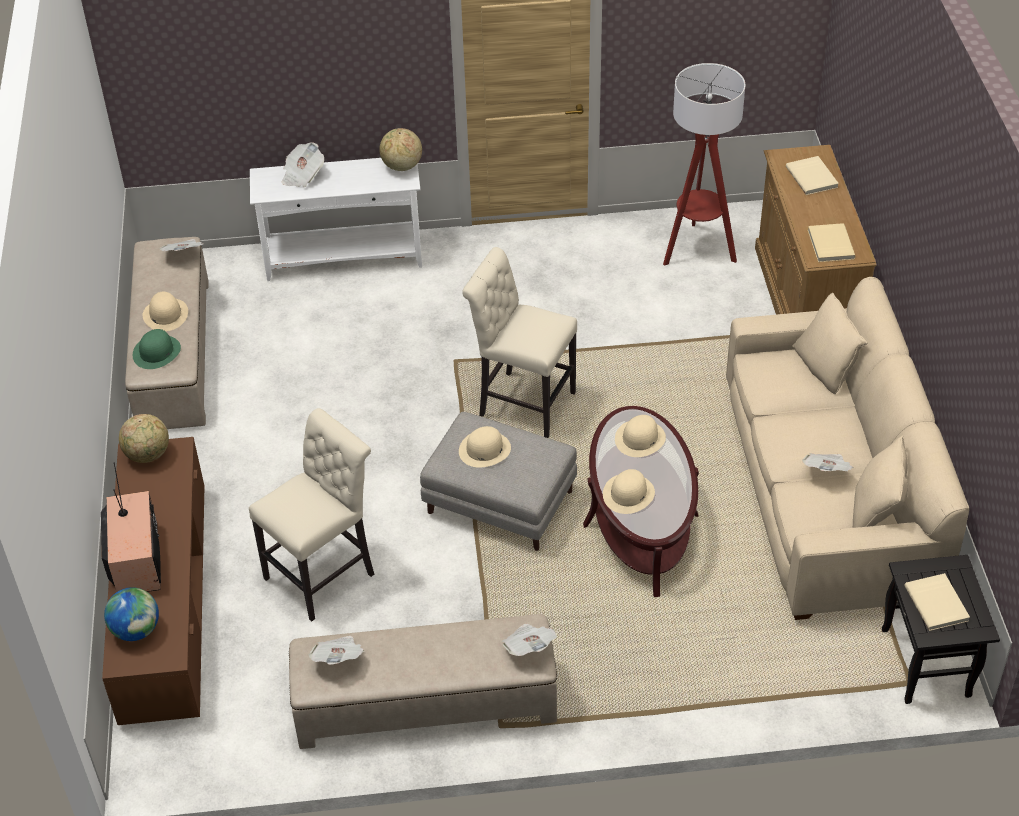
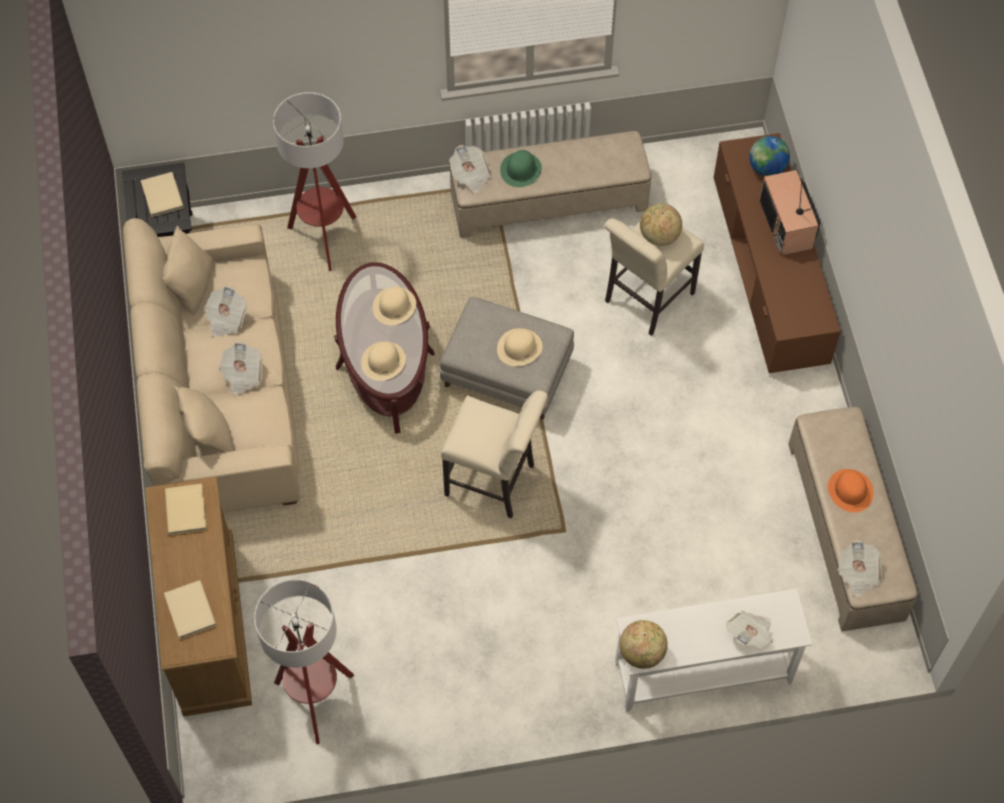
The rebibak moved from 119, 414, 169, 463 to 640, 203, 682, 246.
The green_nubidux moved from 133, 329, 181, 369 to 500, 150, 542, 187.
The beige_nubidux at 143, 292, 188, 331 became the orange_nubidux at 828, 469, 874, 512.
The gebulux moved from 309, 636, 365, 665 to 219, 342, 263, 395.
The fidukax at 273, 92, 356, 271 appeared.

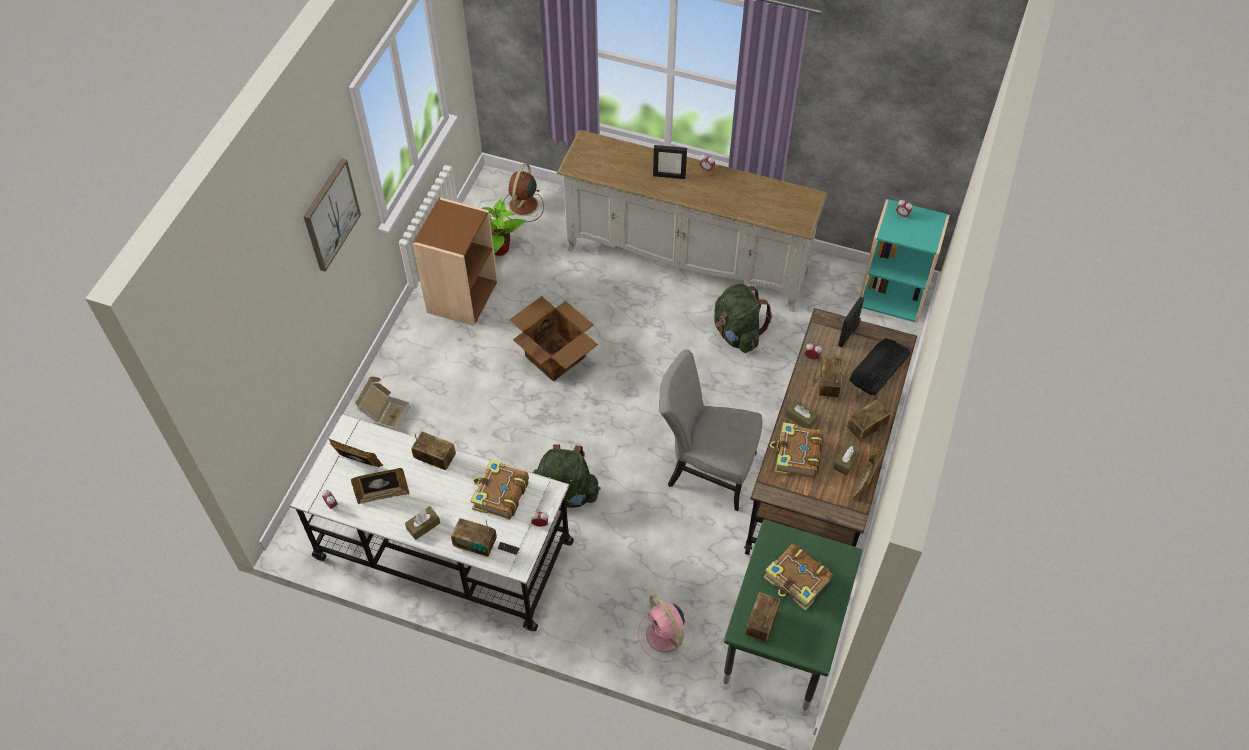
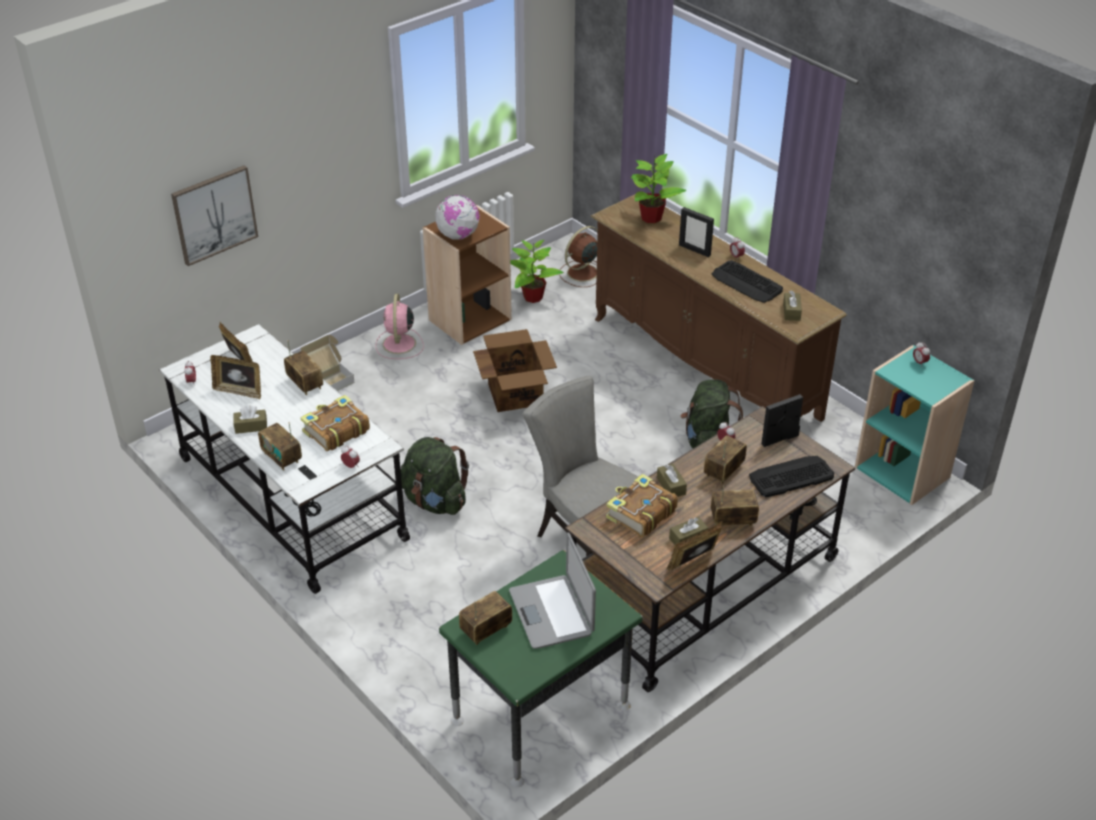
The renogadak moved from 303, 159, 361, 272 to 171, 165, 258, 266.
The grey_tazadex at 557, 130, 827, 312 became the brown_tazadex at 590, 195, 847, 422.
The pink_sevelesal moved from 638, 594, 695, 662 to 375, 294, 424, 359.
The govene at 764, 543, 833, 611 was replaced by the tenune at 509, 533, 596, 649.
The rebibak at 435, 195, 480, 240 appeared.
The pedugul at 631, 154, 687, 223 appeared.
The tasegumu at 712, 260, 783, 303 appeared.
The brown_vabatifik at 783, 291, 802, 321 appeared.

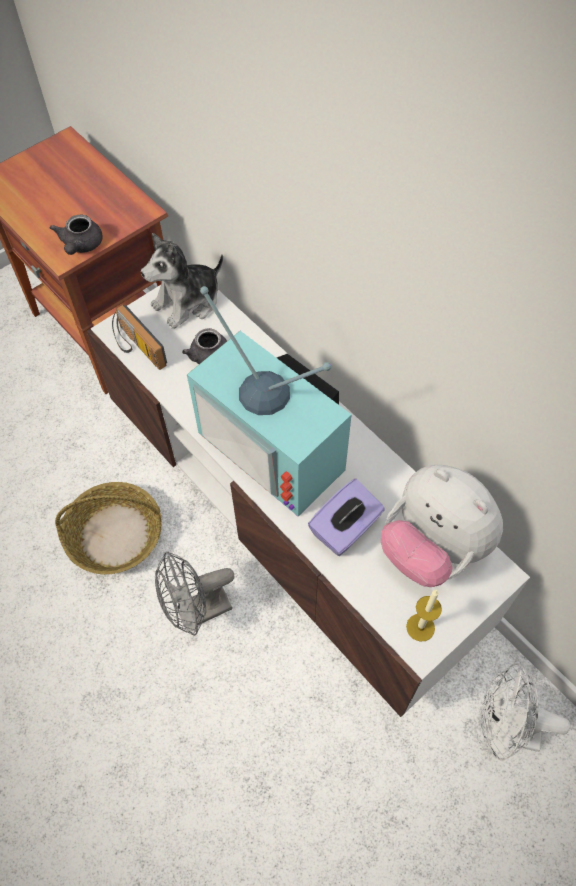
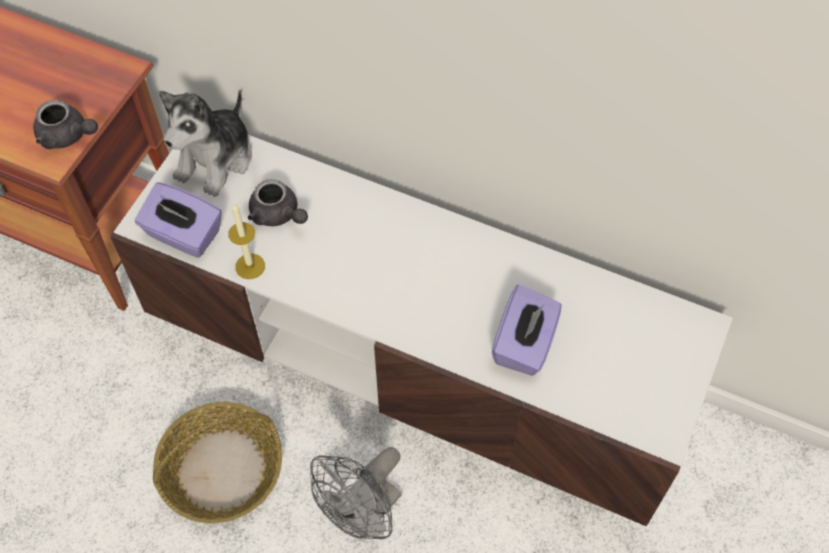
The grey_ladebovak at 50, 215, 103, 255 turned 45 degrees counterclockwise.
The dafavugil at 112, 305, 167, 370 was replaced by the purple_vabatifik at 135, 182, 222, 258.
The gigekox at 187, 286, 352, 516 disappeared.
The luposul at 381, 465, 503, 587 disappeared.
The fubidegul moved from 406, 590, 442, 642 to 228, 203, 265, 279.
The white_sevelesal at 481, 663, 570, 761 disappeared.

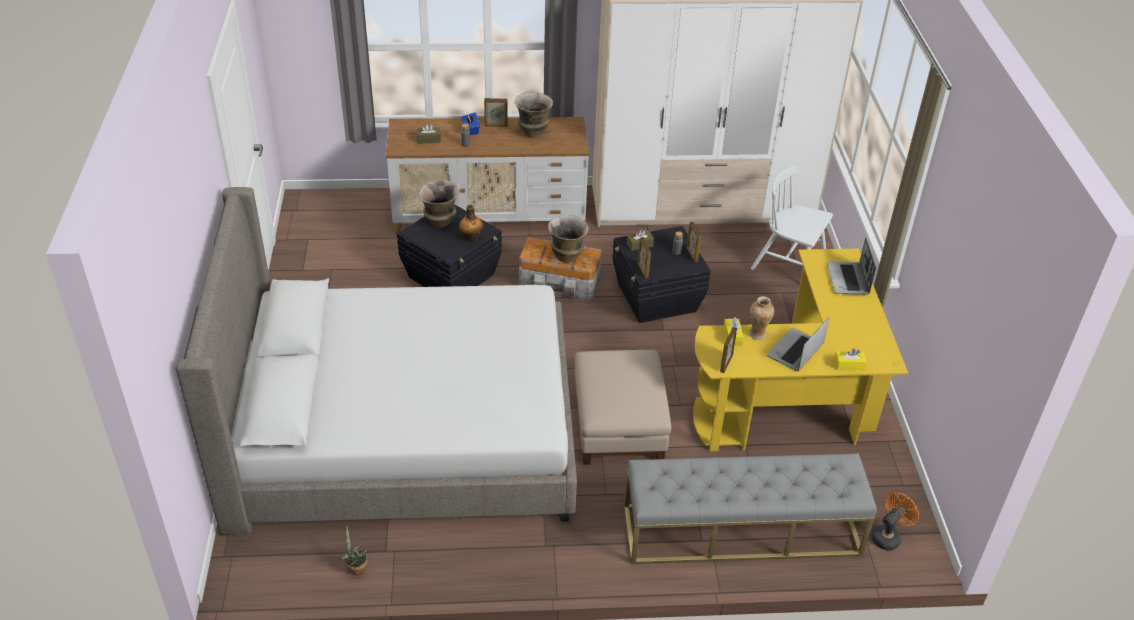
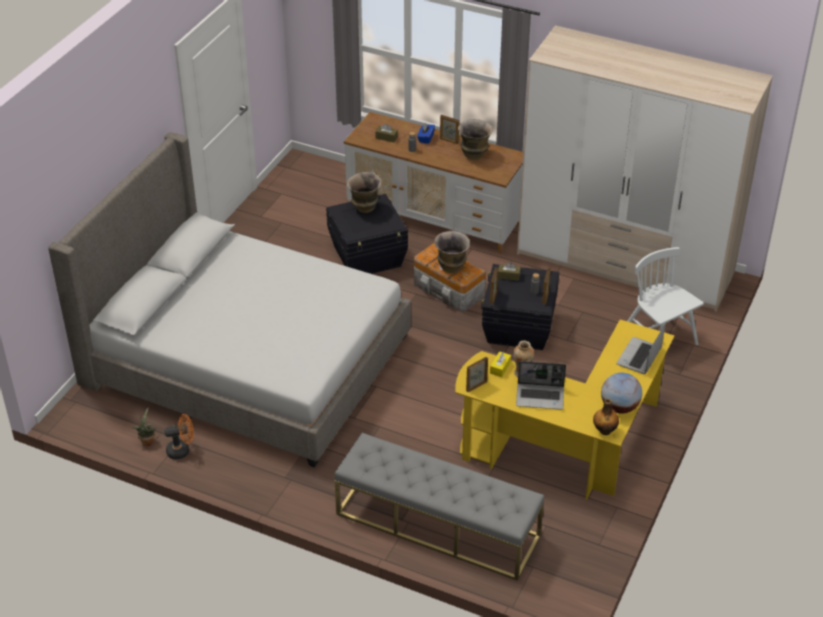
The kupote moved from 459, 205, 484, 242 to 593, 399, 619, 435.
The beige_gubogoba at 574, 350, 672, 465 disappeared.
The tenune at 767, 317, 830, 371 turned 150 degrees counterclockwise.
The yellow_vabatifik at 834, 349, 867, 371 disappeared.
The orange_sevelesal moved from 872, 492, 919, 551 to 164, 414, 194, 459.
The rebibak at 601, 373, 642, 413 appeared.

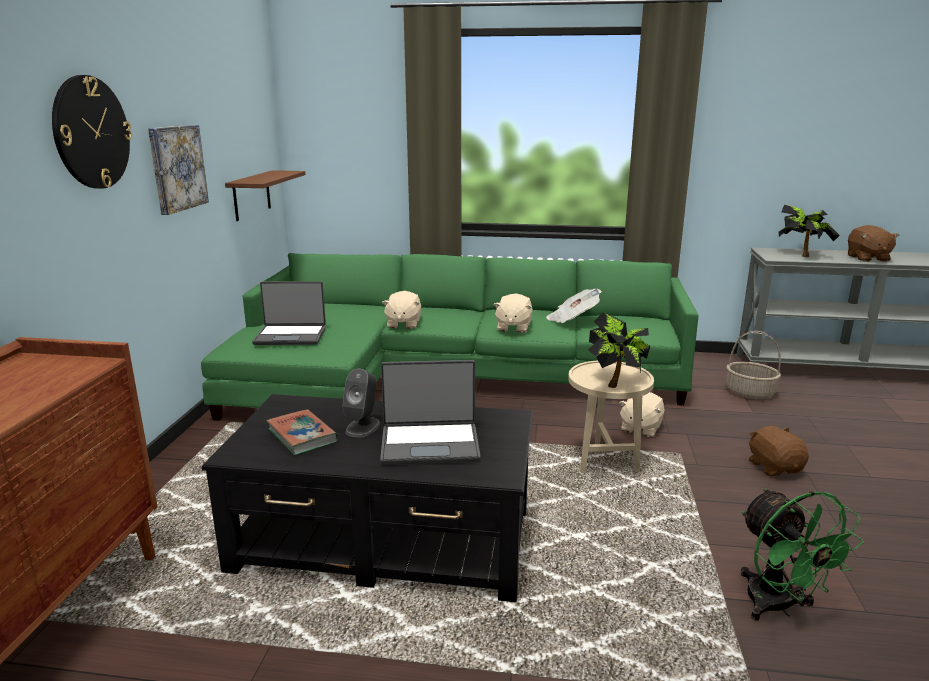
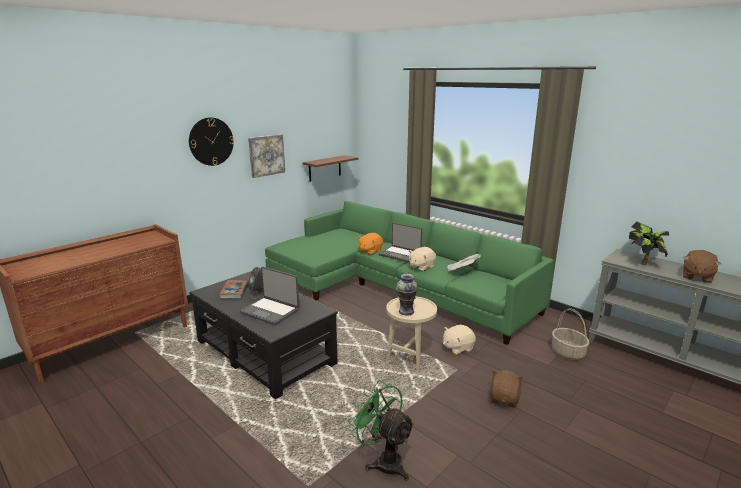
The tenune moved from 252, 281, 326, 345 to 379, 223, 422, 262.
The beige_luposul at 382, 291, 421, 329 became the orange_luposul at 358, 233, 383, 255.
The pedugul at 588, 312, 650, 388 was replaced by the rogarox at 396, 274, 418, 316.
The green_sevelesal at 741, 488, 864, 620 turned 120 degrees clockwise.

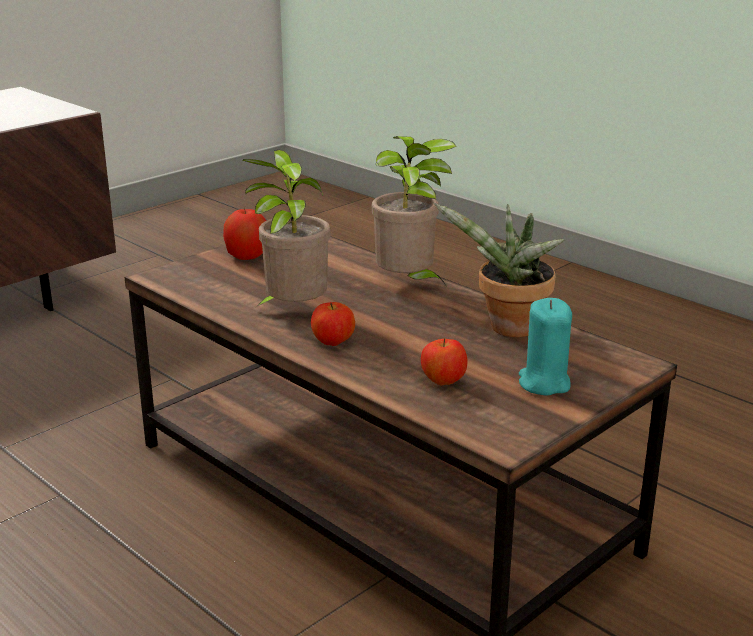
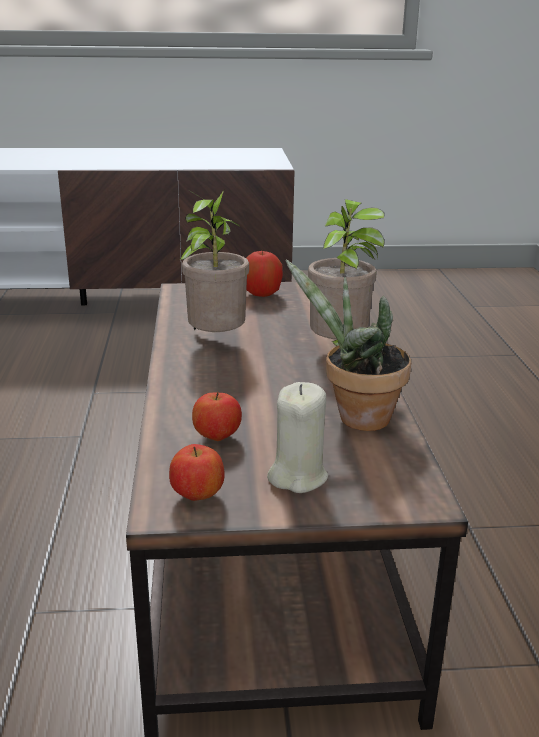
The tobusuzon moved from 311, 302, 355, 346 to 169, 444, 225, 501.
The turquoise_fubidegul at 519, 298, 572, 396 became the beige_fubidegul at 267, 382, 328, 493.

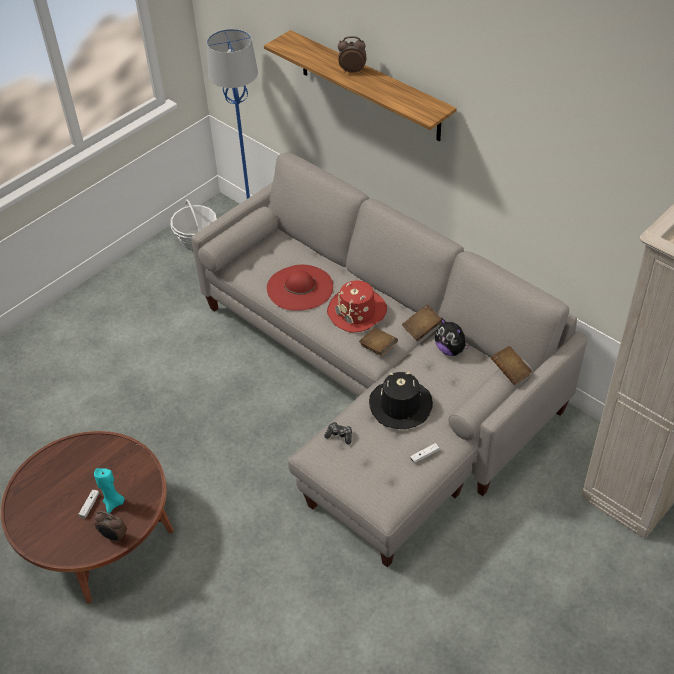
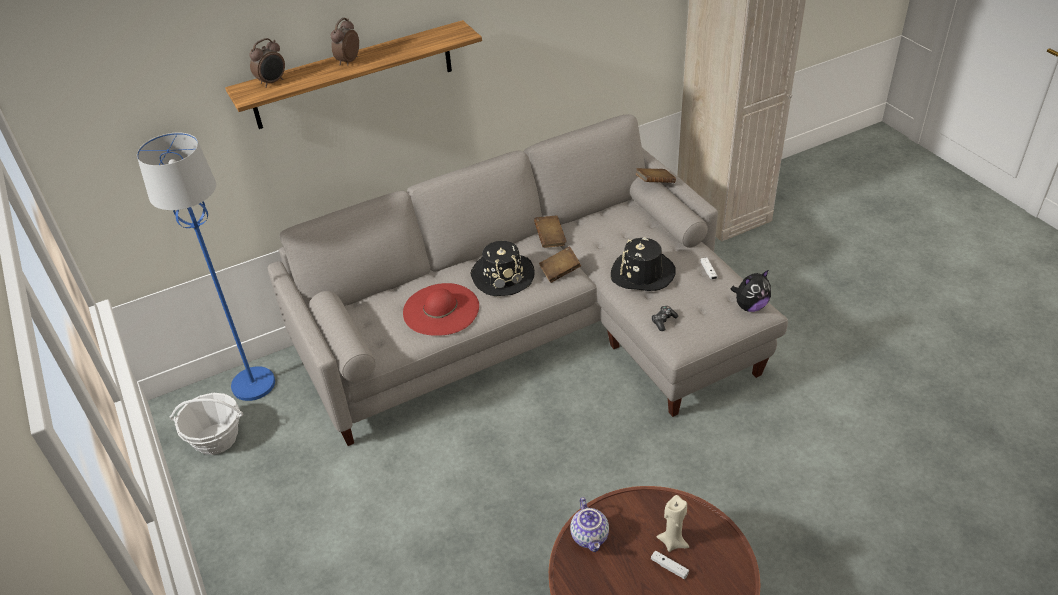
The turquoise_fubidegul at 94, 468, 124, 513 became the beige_fubidegul at 656, 495, 689, 552.
The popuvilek moved from 95, 510, 127, 543 to 249, 38, 285, 88.
The red_nubidux at 327, 280, 387, 333 became the black_nubidux at 471, 241, 535, 296.
The luposul moved from 435, 318, 471, 356 to 731, 270, 771, 312.
The ladebovak at 570, 497, 609, 552 appeared.

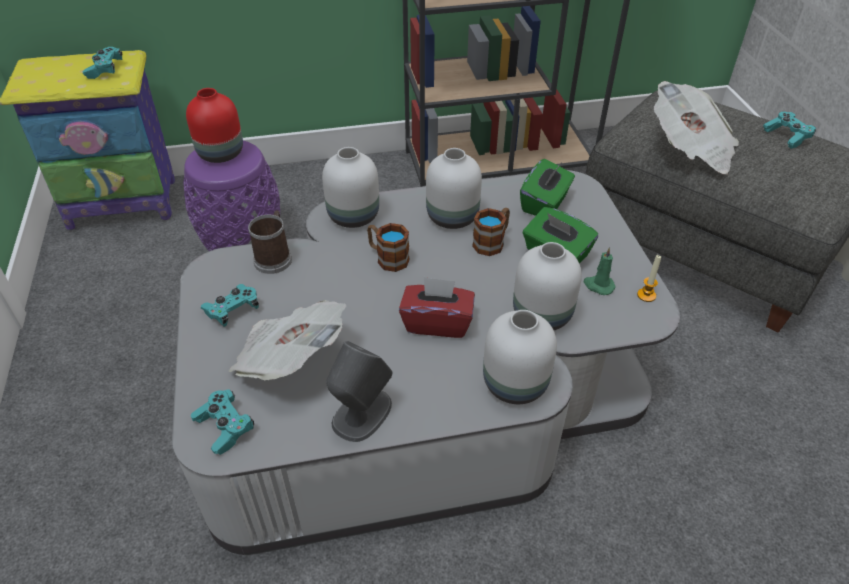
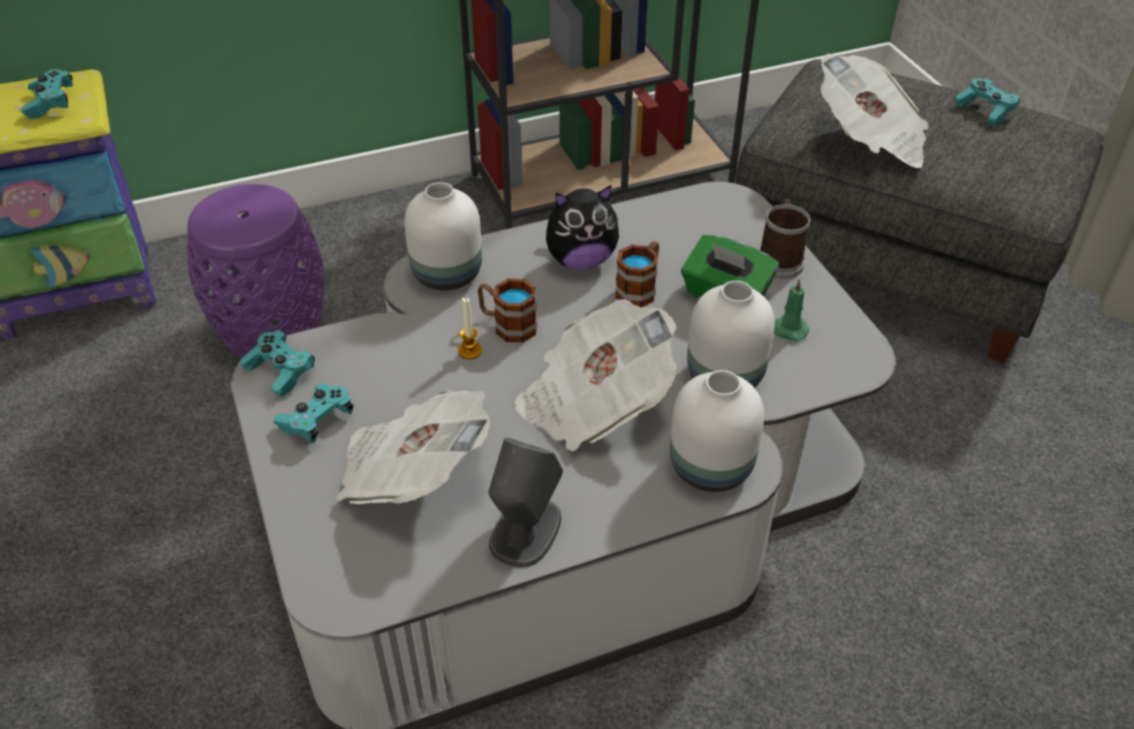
The red_rogarox at 186, 88, 243, 163 disappeared.
The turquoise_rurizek moved from 191, 389, 254, 455 to 240, 330, 315, 396.
The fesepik moved from 248, 210, 292, 274 to 760, 199, 811, 279.
The red_vabatifik at 399, 277, 475, 338 was replaced by the gebulux at 515, 299, 677, 452.
The white_rogarox at 426, 148, 482, 229 was replaced by the luposul at 546, 185, 619, 269.
The green_vabatifik at 520, 159, 575, 216 disappeared.
The fubidegul moved from 637, 255, 661, 302 to 458, 297, 482, 359.

